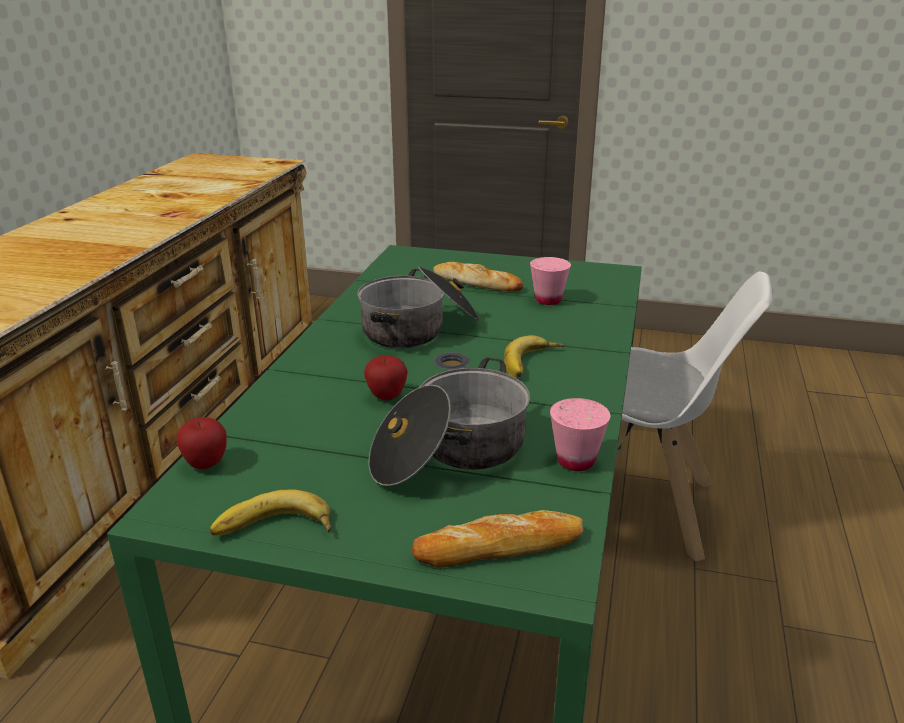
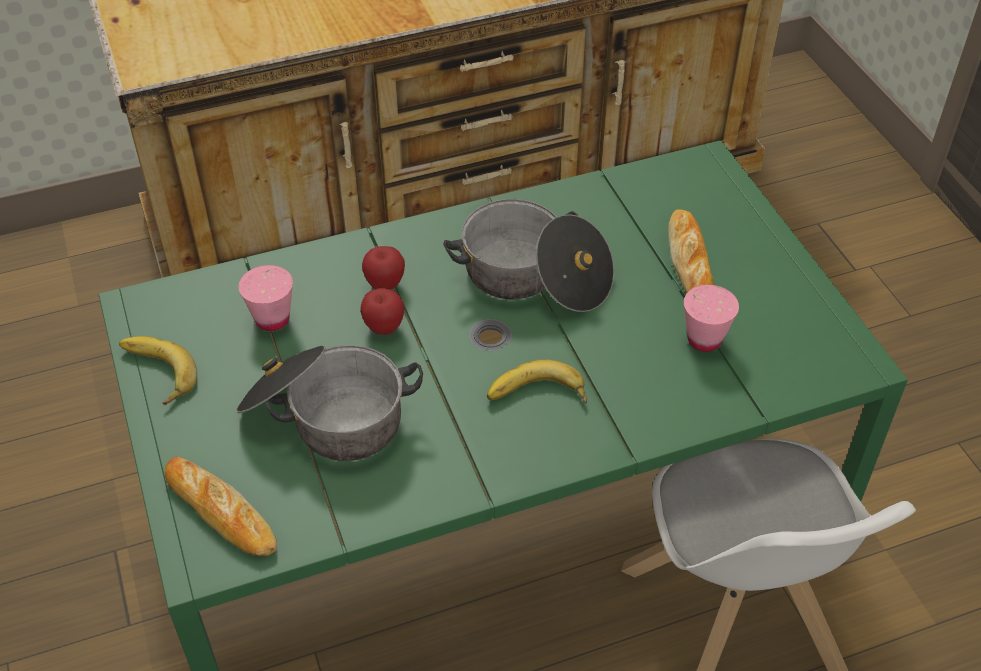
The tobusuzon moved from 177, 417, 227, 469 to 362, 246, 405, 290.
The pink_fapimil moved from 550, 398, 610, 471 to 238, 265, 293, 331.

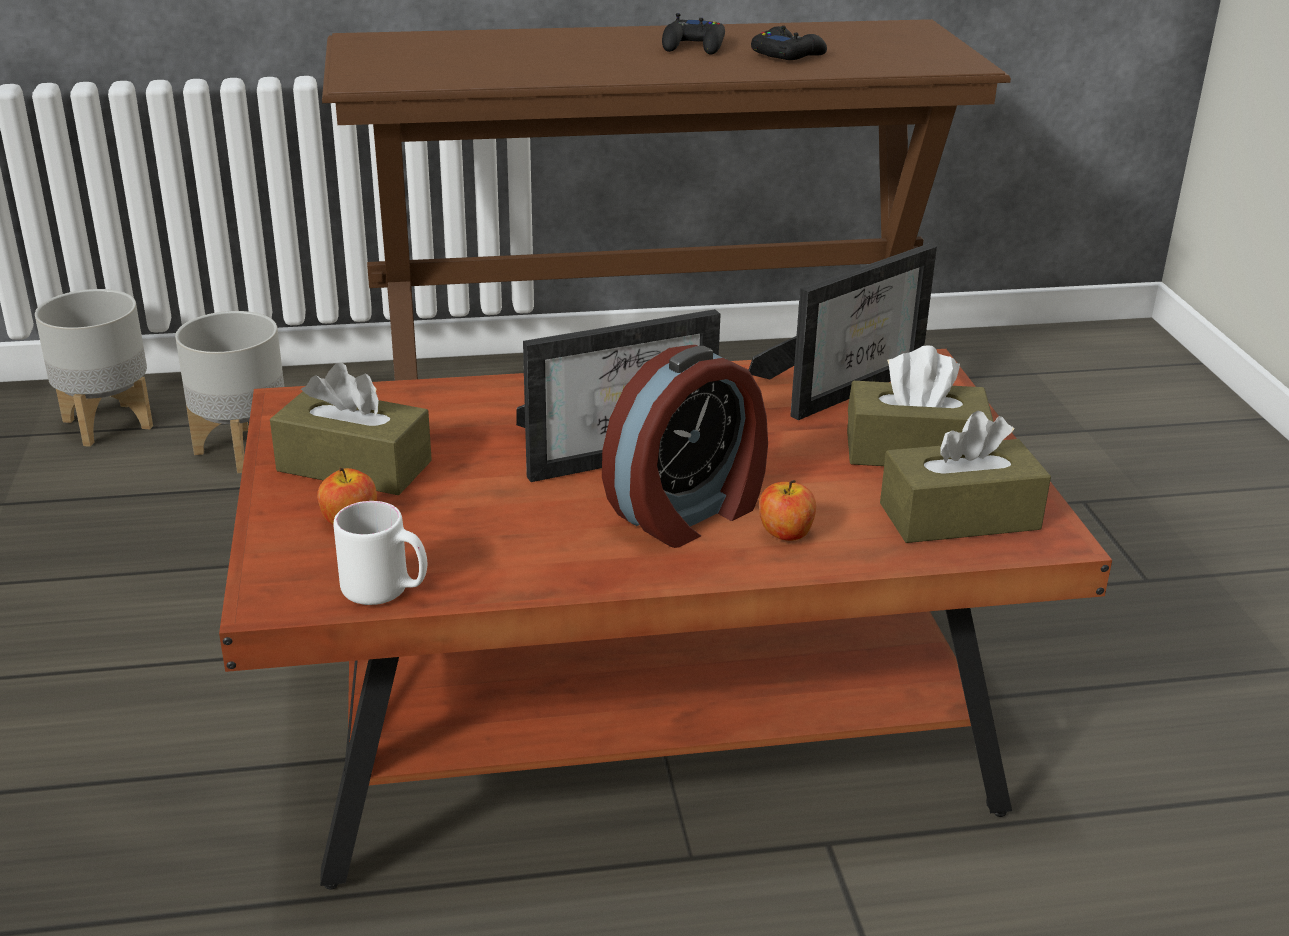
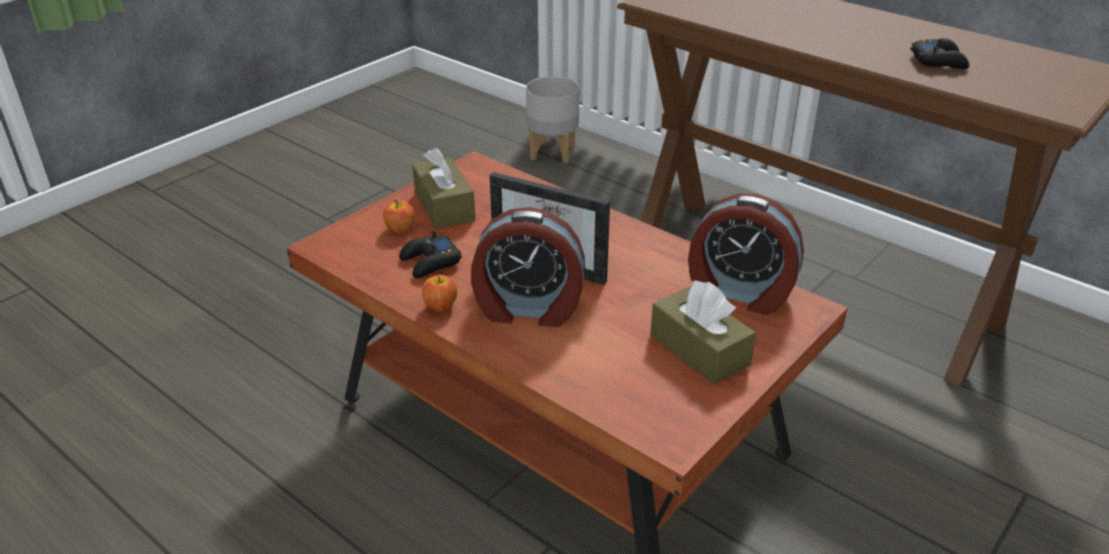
The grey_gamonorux at 175, 311, 284, 473 disappeared.
The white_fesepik at 333, 501, 427, 605 disappeared.
The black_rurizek moved from 662, 13, 725, 55 to 399, 231, 462, 278.
The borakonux at 749, 244, 937, 420 was replaced by the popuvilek at 688, 194, 804, 315.
The tobusuzon moved from 759, 480, 816, 541 to 422, 275, 457, 312.
The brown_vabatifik at 880, 411, 1051, 543 disappeared.

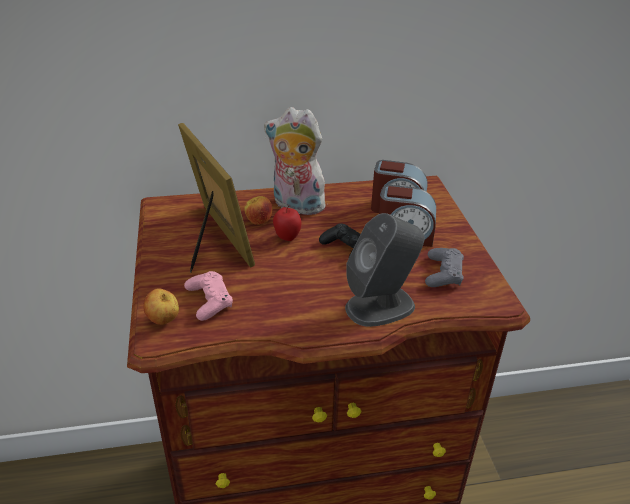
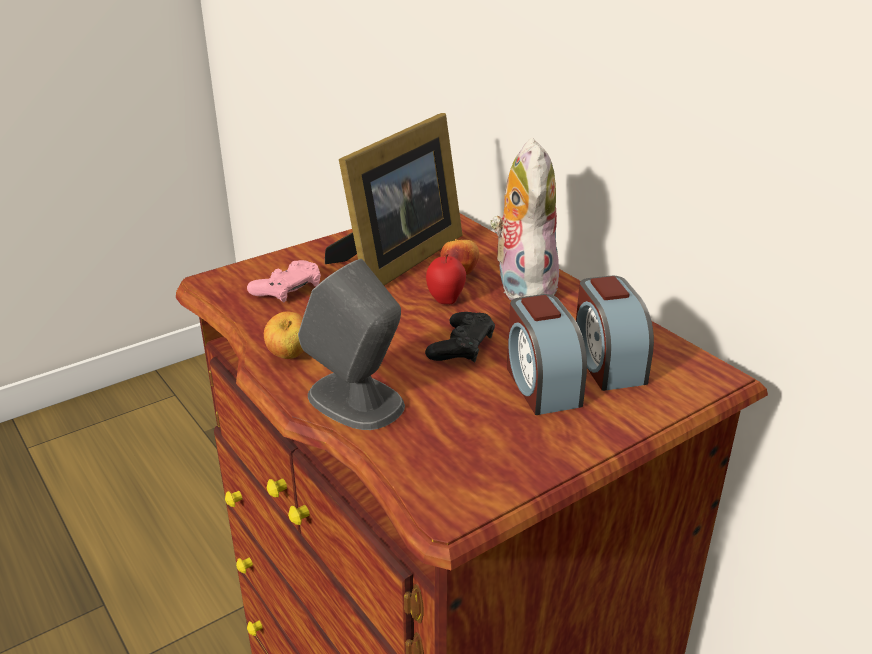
The tobusuzon moved from 143, 288, 179, 325 to 264, 311, 304, 359.
The grey_rurizek at 425, 248, 464, 287 disappeared.

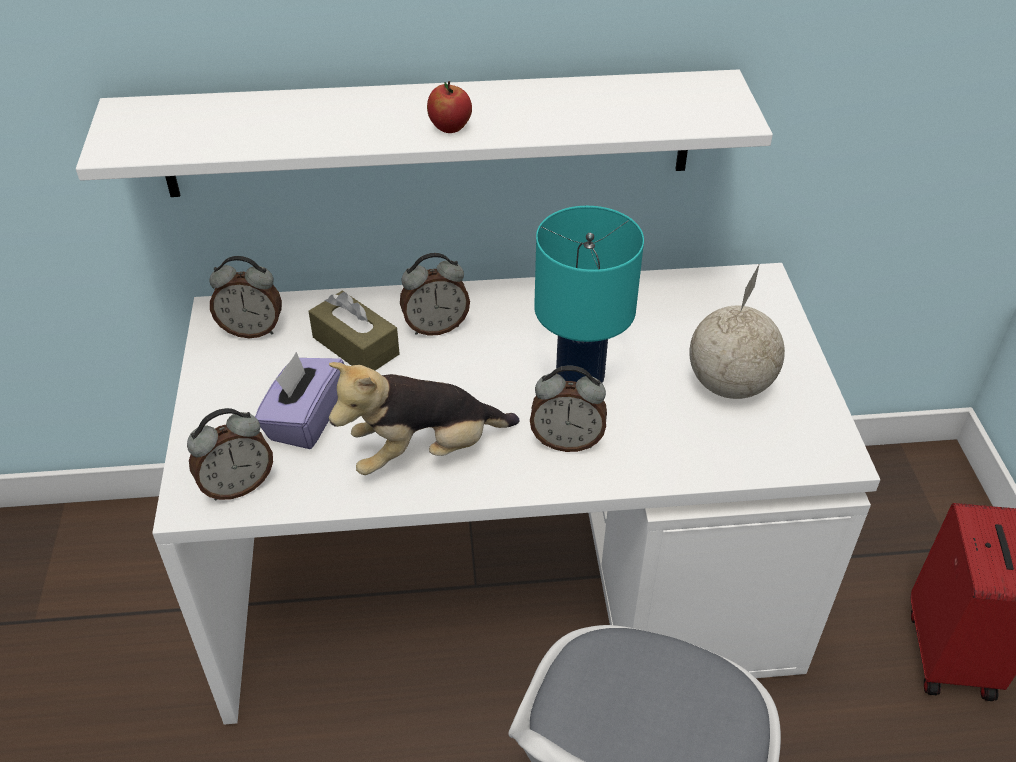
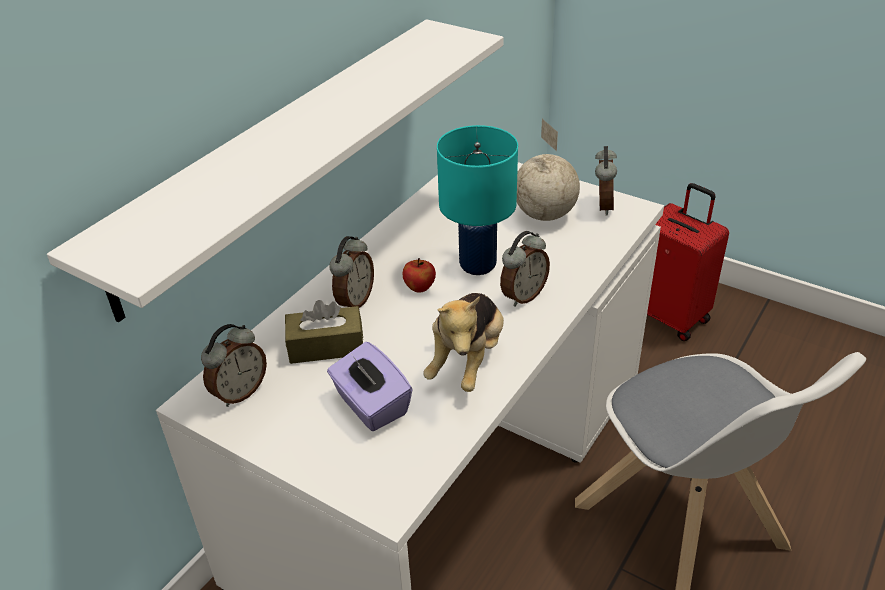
The popuvilek moved from 187, 408, 273, 500 to 595, 146, 617, 215.
The tobusuzon moved from 427, 81, 472, 133 to 402, 258, 436, 293.

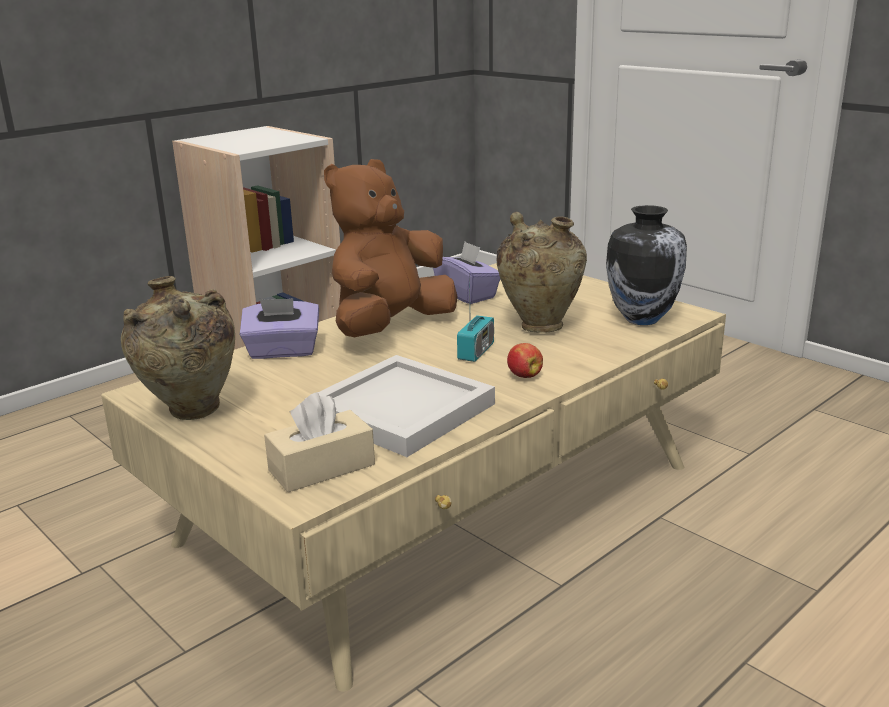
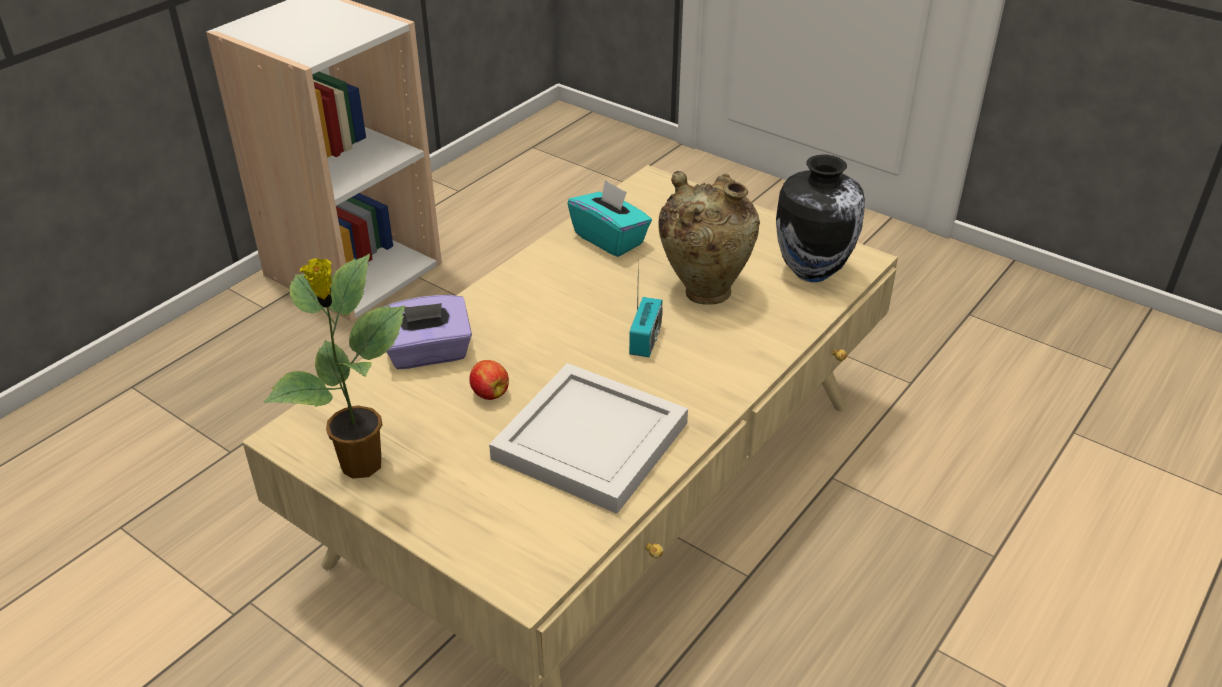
The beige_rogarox at 121, 276, 235, 420 was replaced by the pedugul at 264, 253, 405, 479.
The beige_vabatifik at 264, 392, 375, 492 disappeared.
The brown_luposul at 324, 159, 457, 337 disappeared.
The purple_vabatifik at 433, 241, 500, 304 became the turquoise_vabatifik at 567, 179, 652, 257.
The tobusuzon moved from 507, 343, 543, 378 to 469, 360, 509, 400.

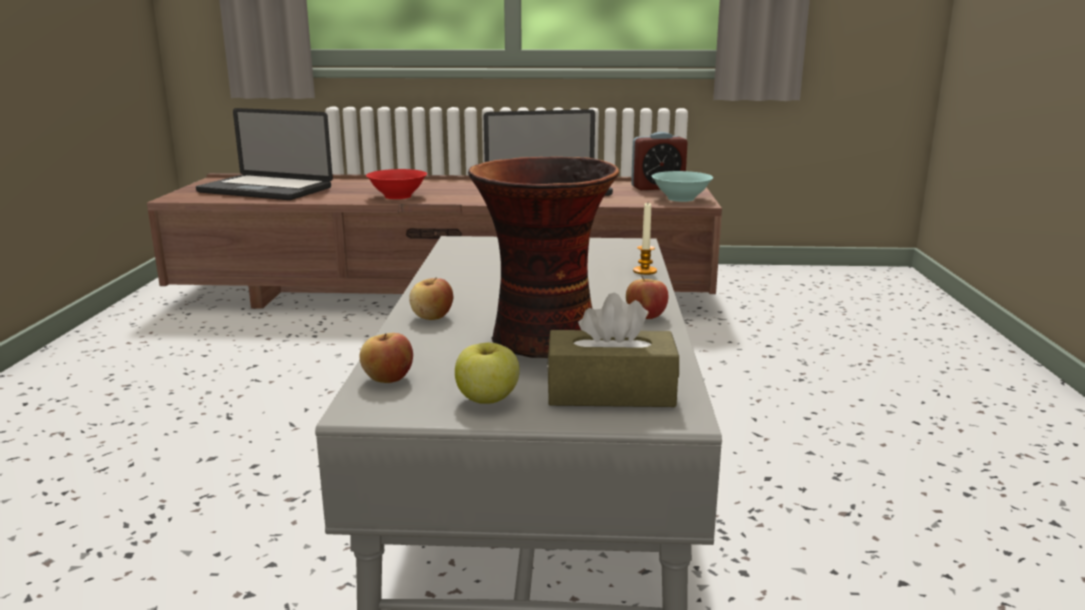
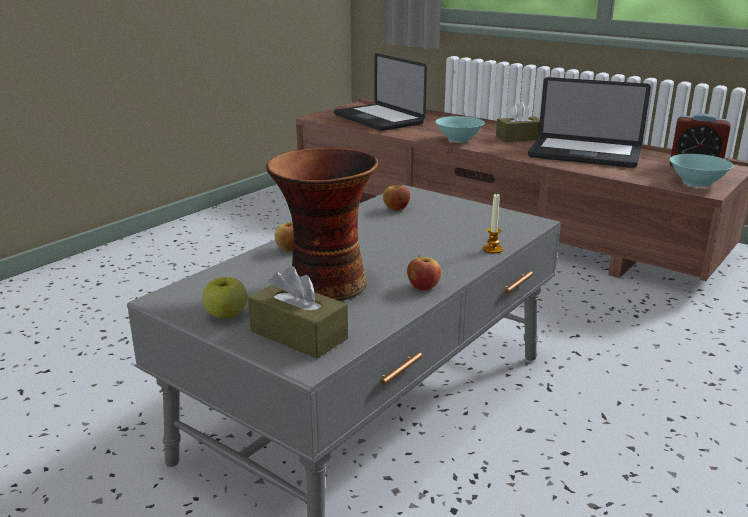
The tobusuzon moved from 360, 333, 413, 383 to 383, 186, 410, 211.
The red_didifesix at 366, 169, 427, 199 became the turquoise_didifesix at 435, 116, 485, 143.
The brown_vabatifik at 496, 102, 544, 142 appeared.

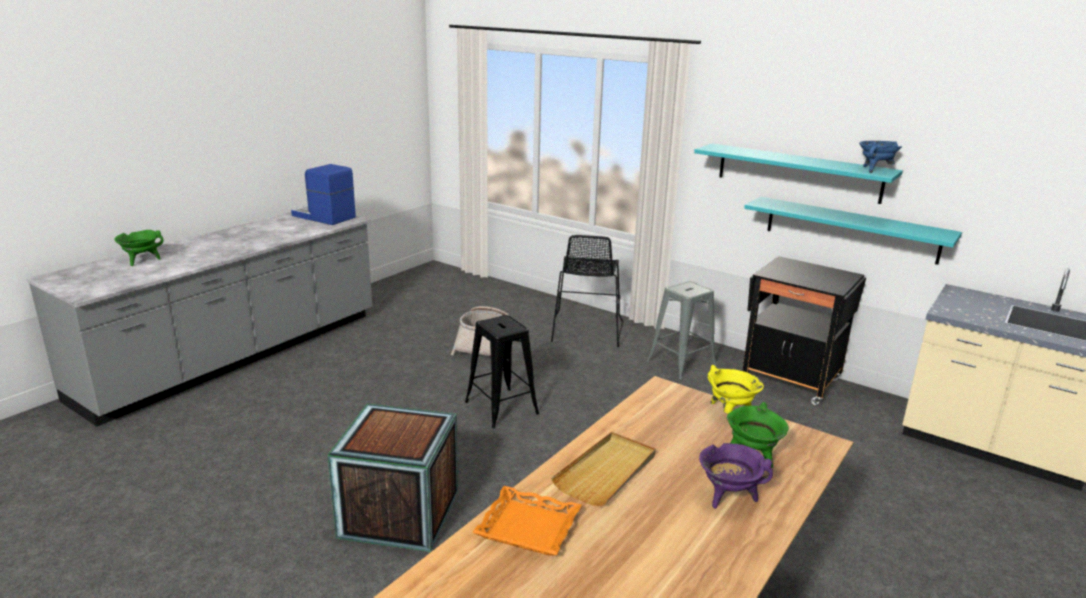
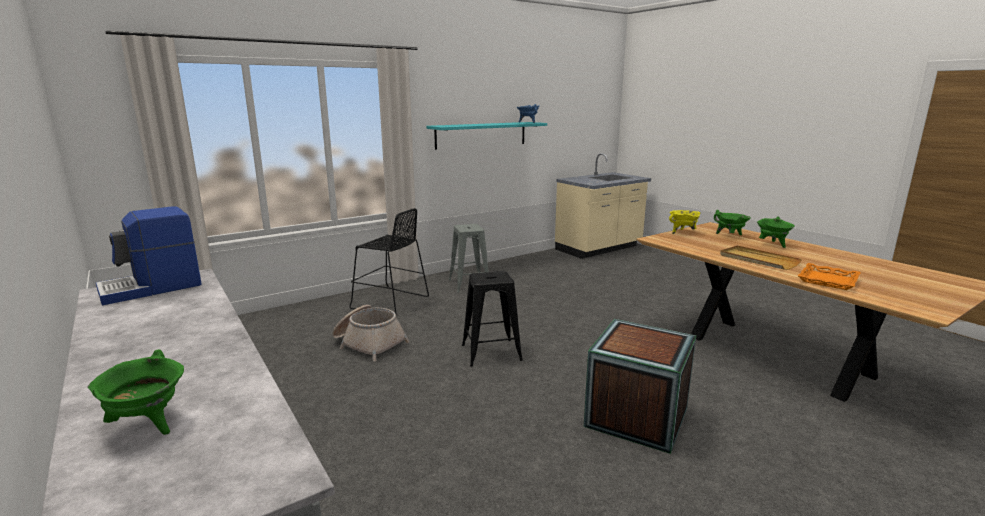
The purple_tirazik at 699, 443, 773, 509 became the green_tirazik at 757, 216, 795, 248.
The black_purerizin at 742, 256, 866, 405 disappeared.
The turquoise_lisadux at 744, 197, 962, 265 disappeared.

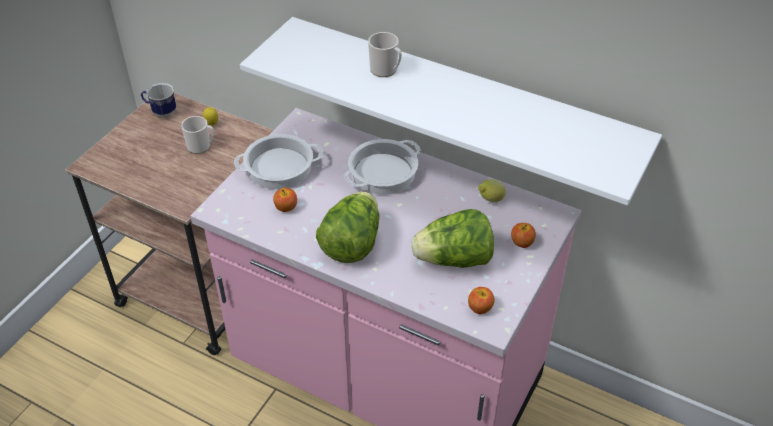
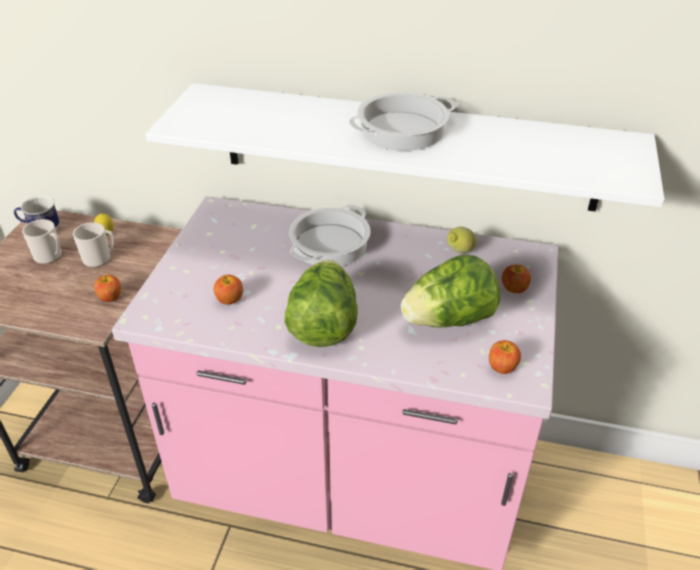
The tirazik moved from 234, 134, 323, 189 to 349, 92, 457, 151.
The fesepik moved from 368, 32, 402, 77 to 22, 219, 62, 264.
The tobusuzon at 94, 275, 121, 302 appeared.

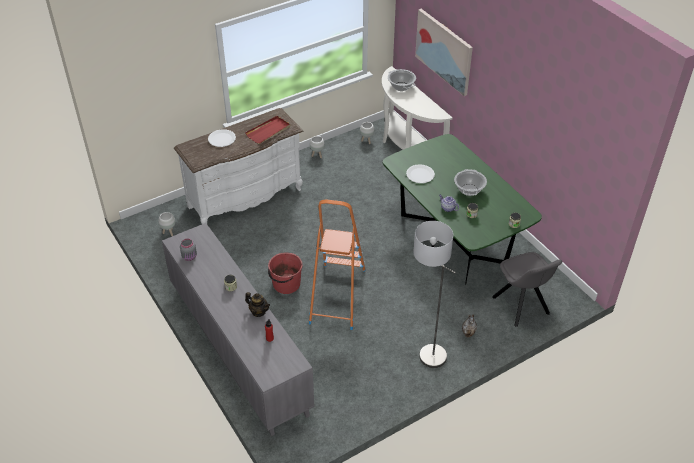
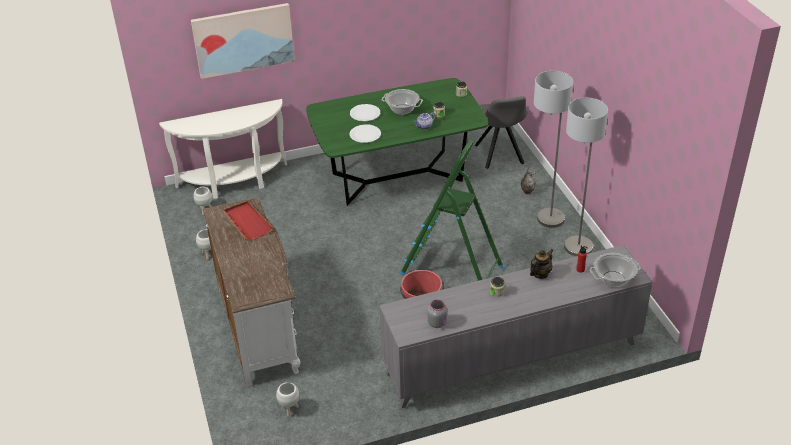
The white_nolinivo moved from 208, 129, 236, 147 to 350, 104, 380, 121.
The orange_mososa at 309, 200, 366, 330 became the green_mososa at 400, 138, 504, 281.
The tirazik moved from 388, 69, 416, 91 to 590, 253, 641, 287.
The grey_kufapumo at 492, 252, 562, 327 turned 90 degrees clockwise.
The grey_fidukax at 564, 98, 608, 256 appeared.

